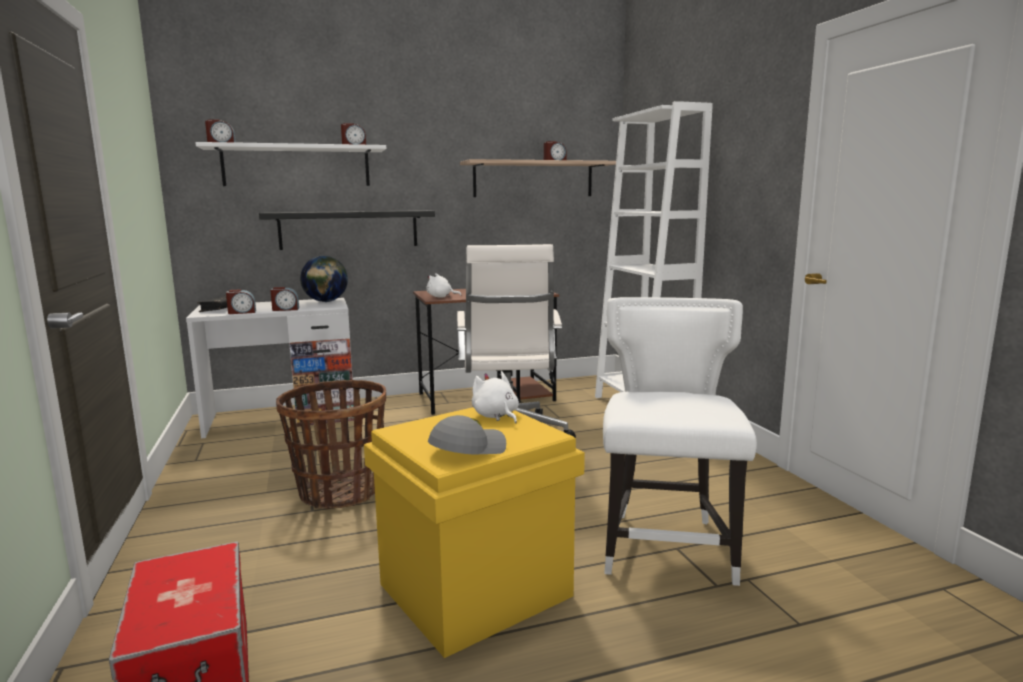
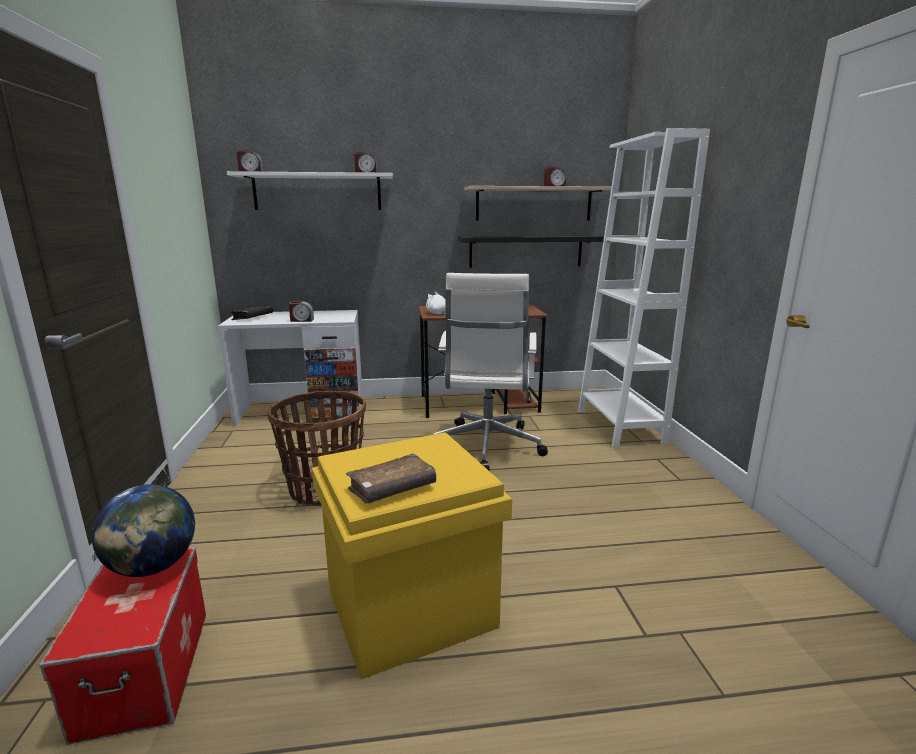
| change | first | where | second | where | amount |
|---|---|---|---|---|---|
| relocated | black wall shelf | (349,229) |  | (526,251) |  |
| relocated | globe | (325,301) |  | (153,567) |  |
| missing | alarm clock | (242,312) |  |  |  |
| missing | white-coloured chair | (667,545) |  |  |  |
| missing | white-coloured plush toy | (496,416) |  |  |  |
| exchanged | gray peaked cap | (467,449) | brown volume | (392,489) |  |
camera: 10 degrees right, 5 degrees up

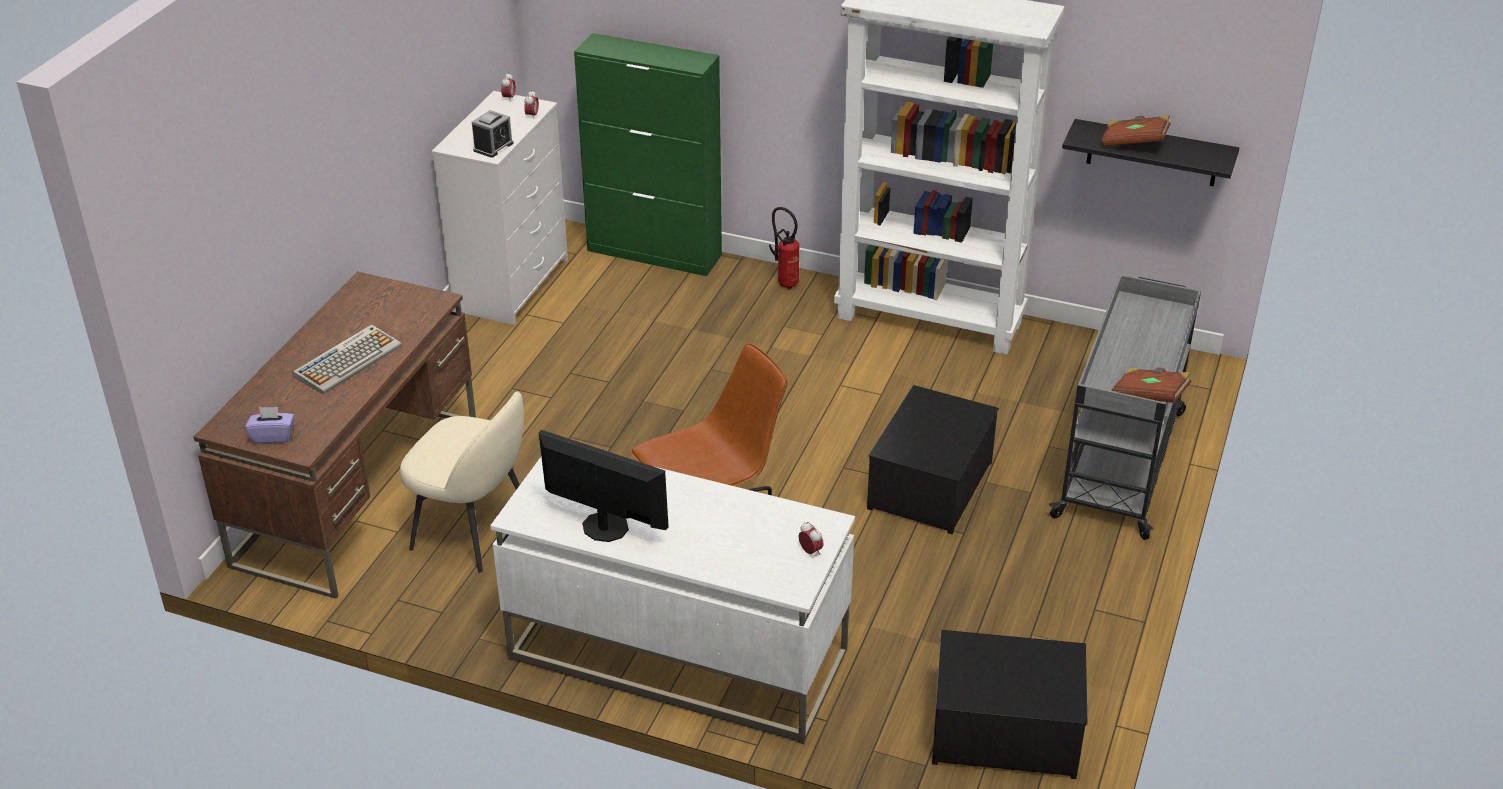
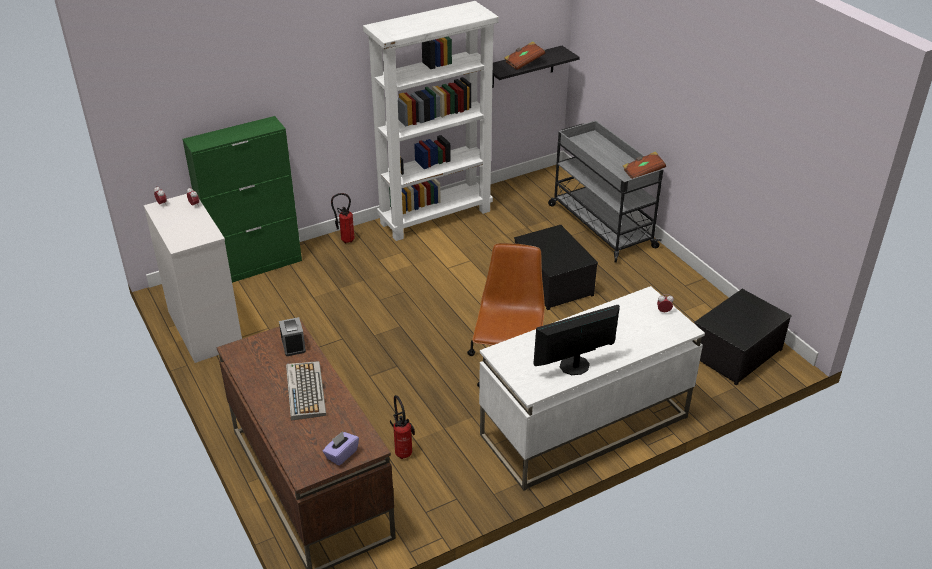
| change | first | where | second | where | amount |
|---|---|---|---|---|---|
| relocated | alarm clock | (493,147) |  | (293,345) |  |
| exchanged | beige-coloured chair | (474,531) | fire-fighting cylinder | (403,452) |  |
camera: 50 degrees left, 0 degrees up

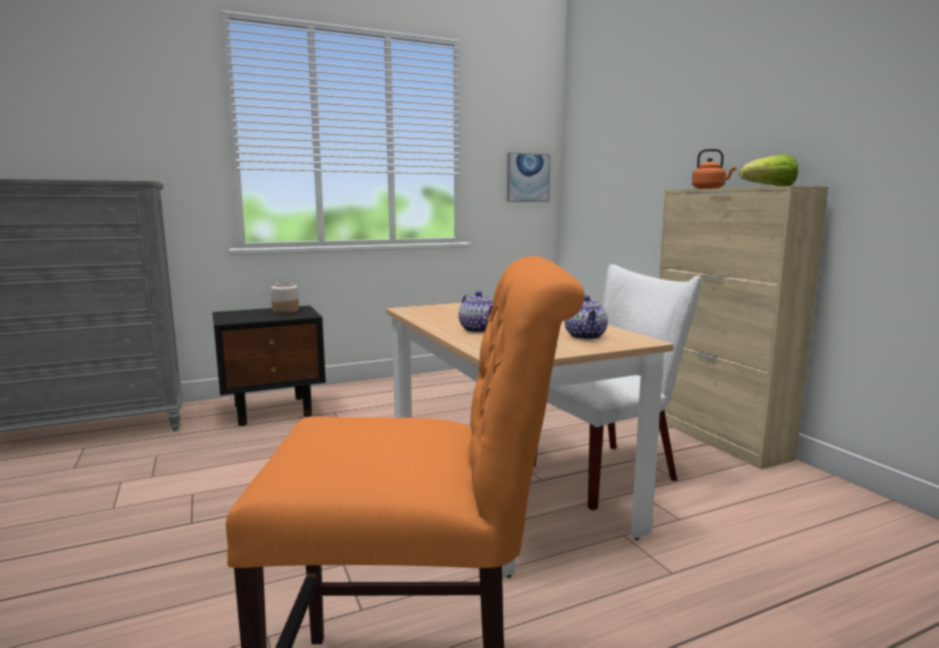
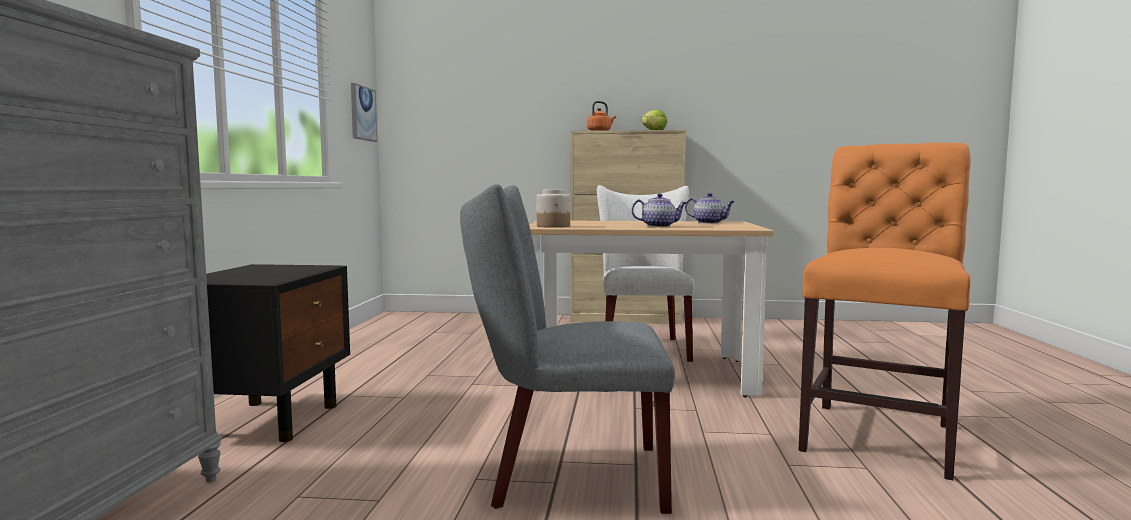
| change | first | where | second | where | amount |
|---|---|---|---|---|---|
| relocated | storage jar | (285,310) |  | (553,226) |  |
| appeared |  |  | gray chair | (566,476) |  |
camera: 60 degrees left, 5 degrees down

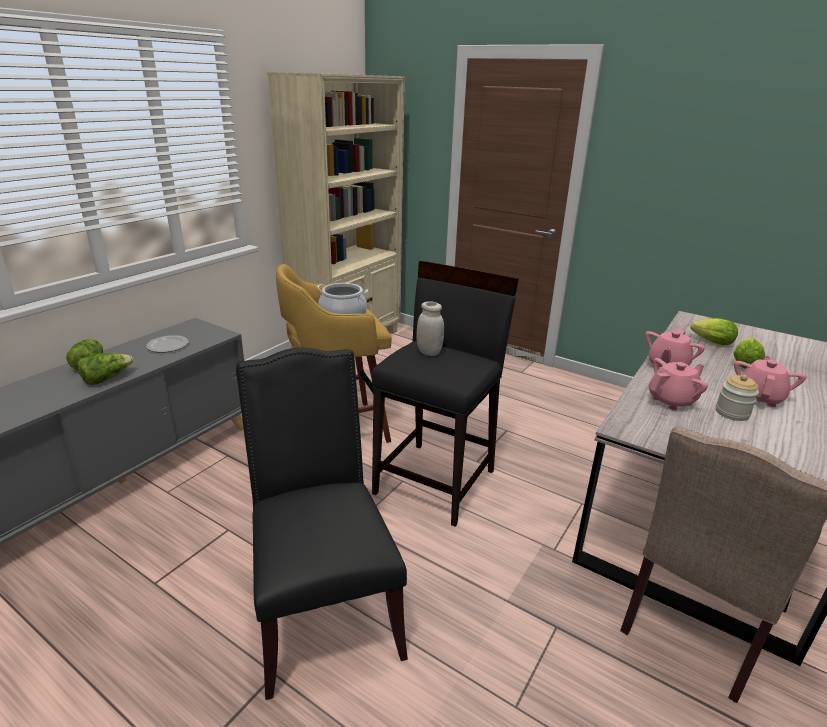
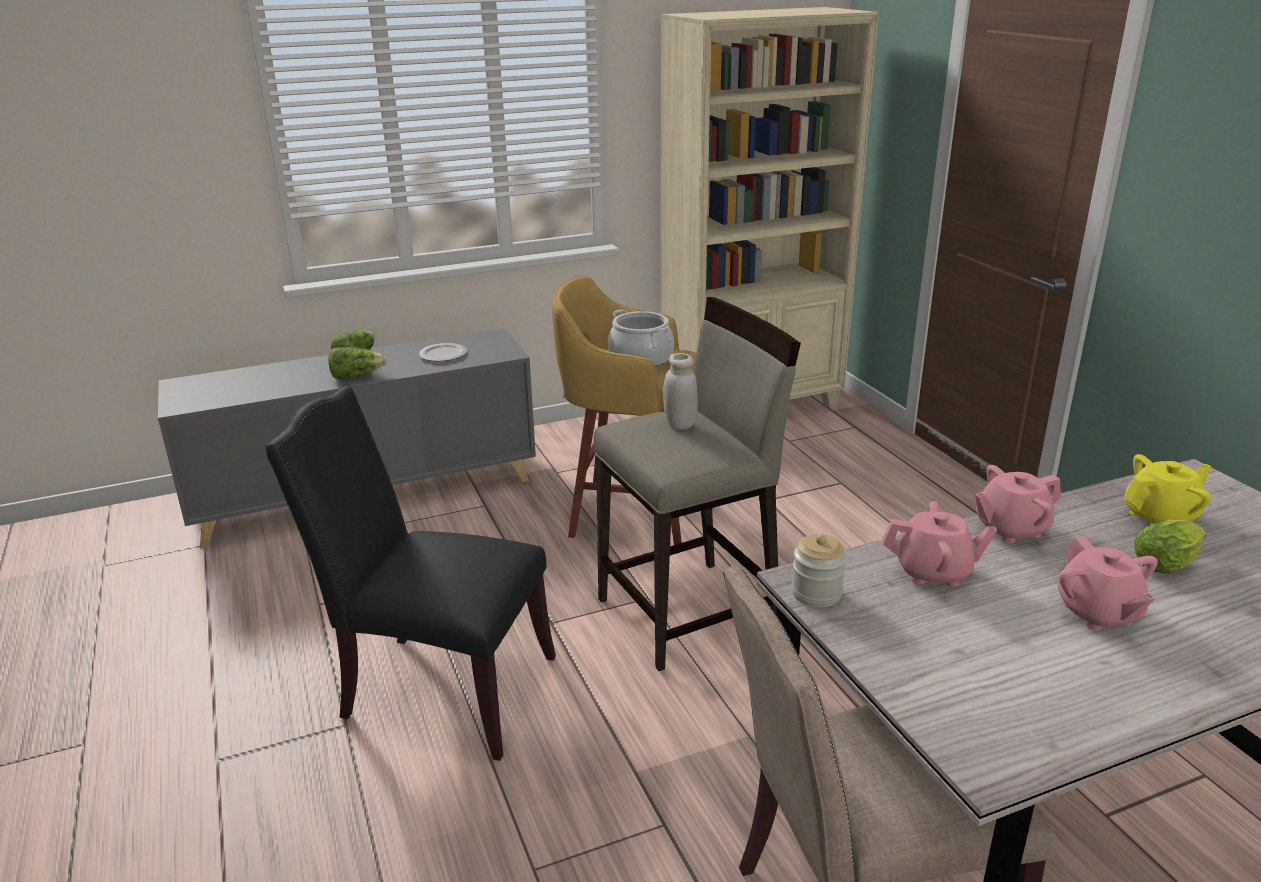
| change | first | where | second | where | amount |
|---|---|---|---|---|---|
| colour | black sitting stool | (436,481) | beige-coloured sitting stool | (689,613) |  |
| exchanged | lettuce | (709,342) | yellowish tea pot | (1160,517) |  |
| spun | black chair | (322,607) |  | (439,689) | 90 degrees counterclockwise |
| spun | pink tea pot | (759,397) |  | (1097,613) | 105 degrees clockwise |
| relocated | storage jar | (732,413) |  | (816,593) |  |
camera: 35 degrees right, 0 degrees up

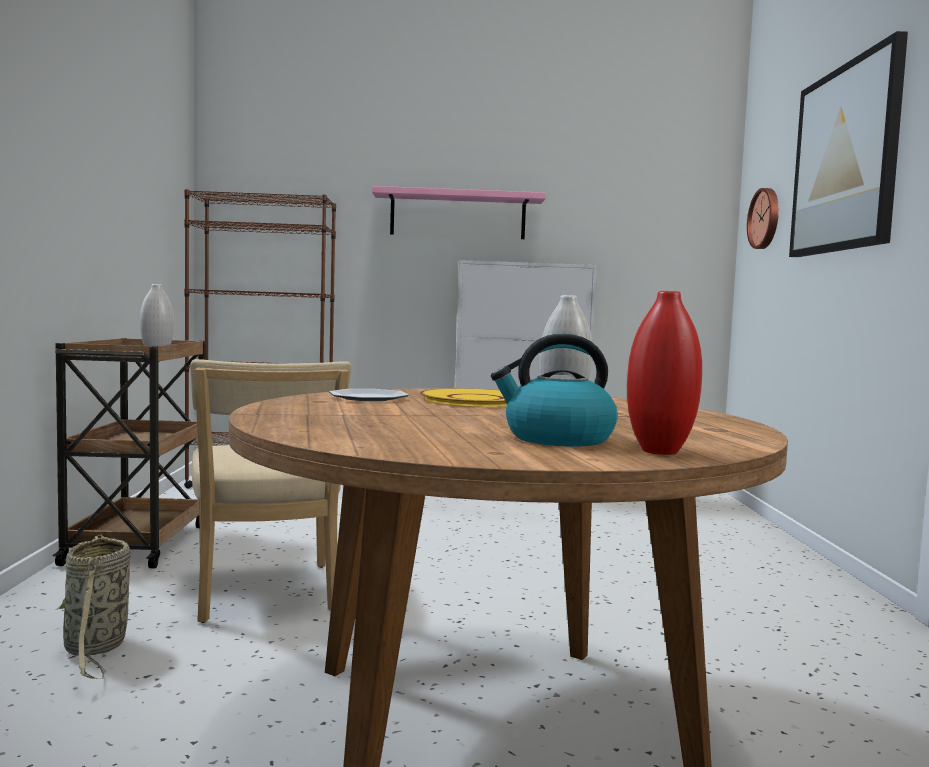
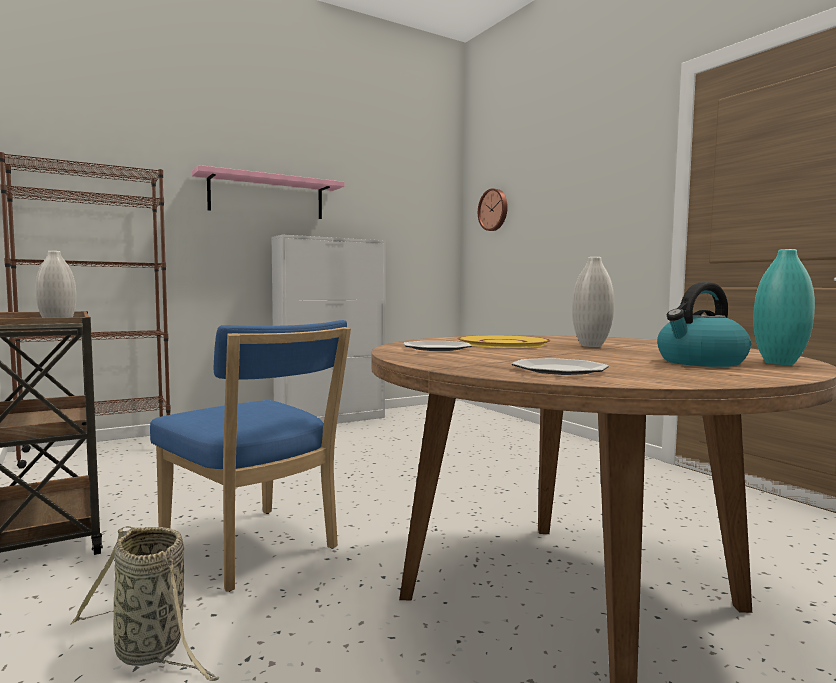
| change | first | where | second | where | amount |
|---|---|---|---|---|---|
| missing | picture | (845,159) |  |  |  |
| colour | red-coloured flower vase | (659,451) | turquoise-coloured flower vase | (779,363) |  |
| colour | beige-coloured chair | (266,595) | blue-coloured chair | (254,550) |  |
| appeared |  |  | flat dish | (560,370) |  |
camera: 30 degrees left, 0 degrees up

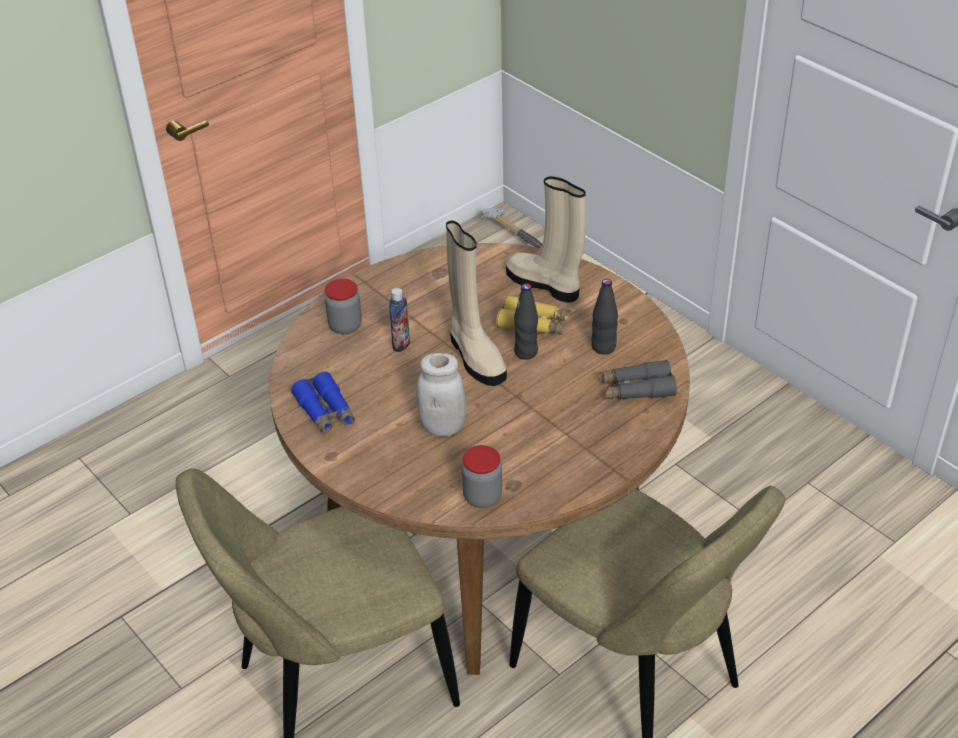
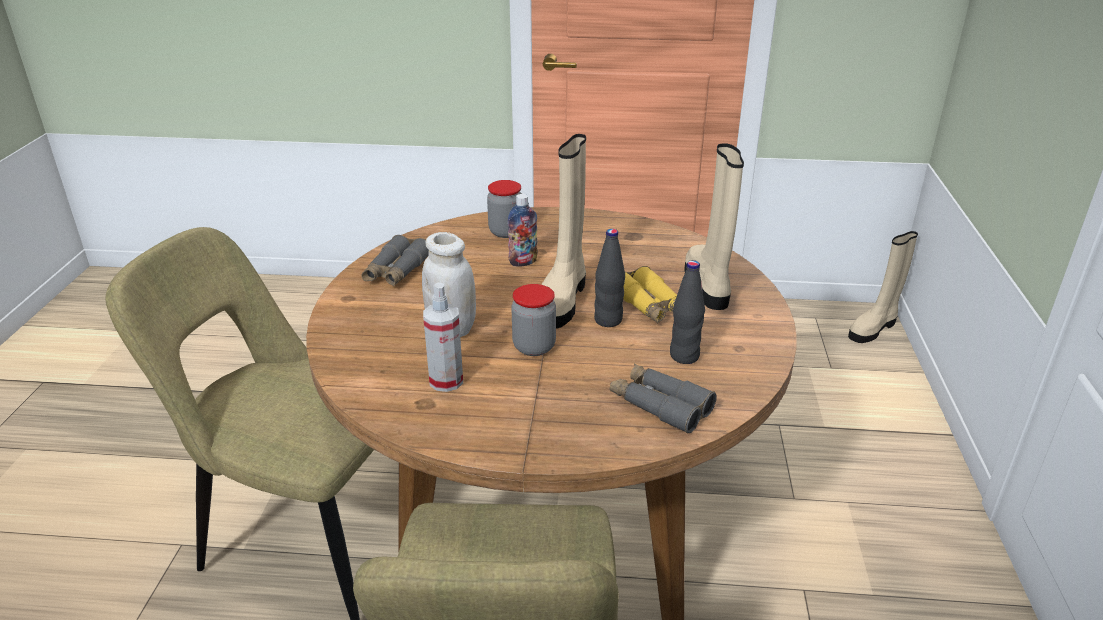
| change | first | where | second | where | amount |
|---|---|---|---|---|---|
| exchanged | hand hammer | (514,234) | beige-coloured high-top boot | (873,328) |  |
| colour | blue-coloured field glasses | (325,411) | gray field glasses | (396,271) |  |
| relocated | storage jar | (482,497) |  | (534,347) |  |
| appeared |  |  | spray bottle | (446,381) |  |
camera: 45 degrees right, 10 degrees down

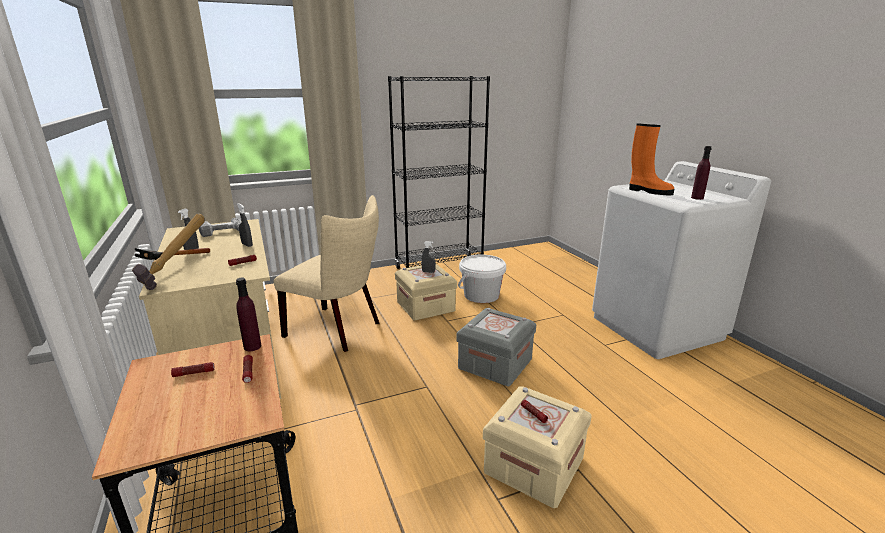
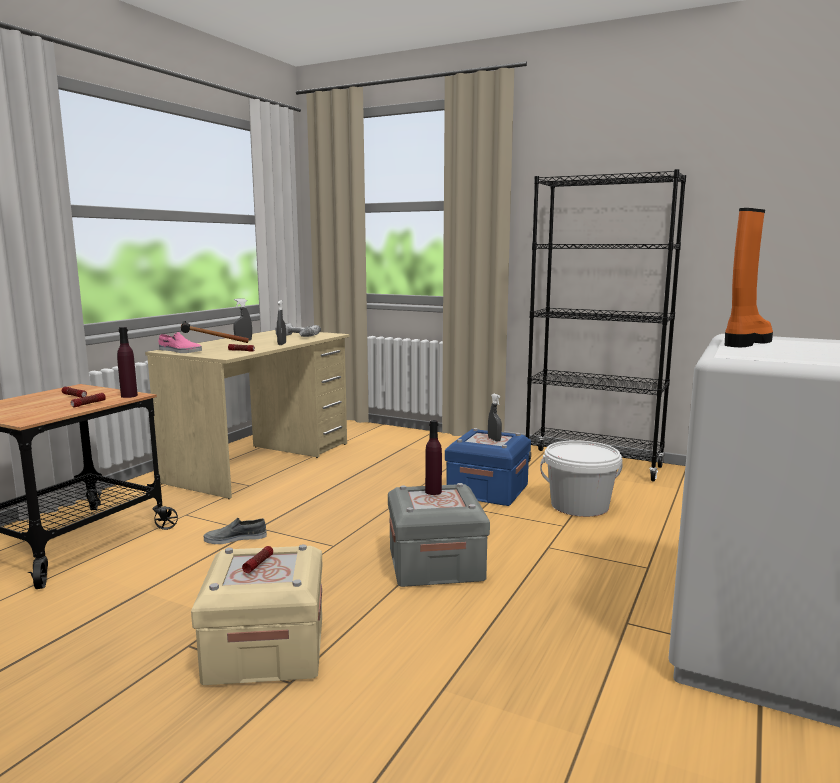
| change | first | where | second | where | amount |
|---|---|---|---|---|---|
| spun | orangey high-top boot | (648,191) |  | (746,342) | 135 degrees counterclockwise |
| relocated | purplish drink bottle | (697,198) |  | (433,492) |  |
| missing | beige-coloured chair | (338,330) |  |  |  |
| exchanged | hand hammer | (180,282) | pink shoe | (179,351) |  |
| colour | beige-coloured storage container | (425,307) | blue-coloured storage container | (487,490) |  |
| appeared |  |  | gray shoe | (235,538) |  |
camera: 50 degrees right, 10 degrees down

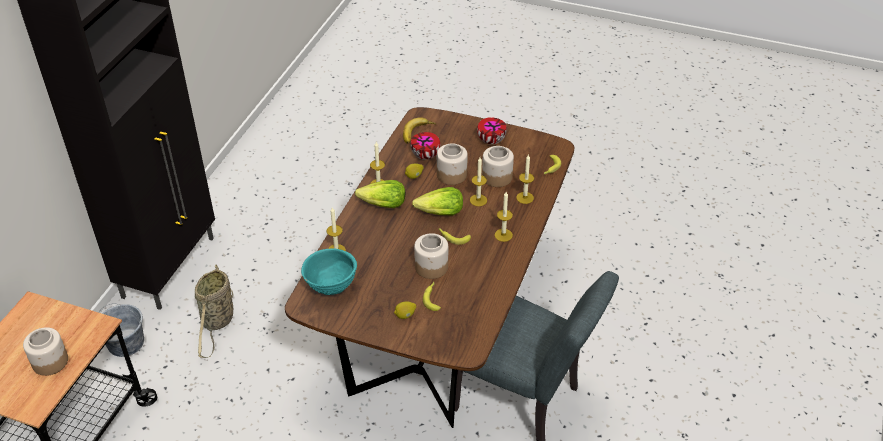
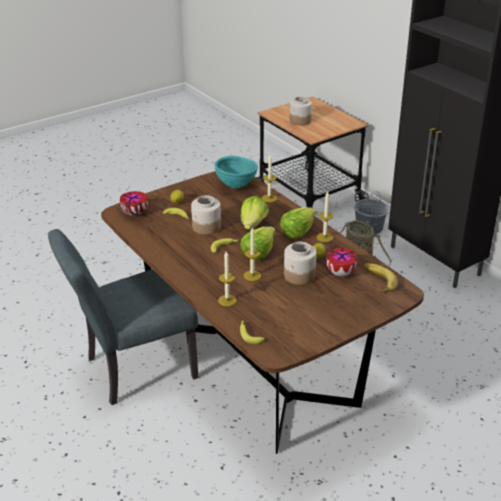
| change | first | where | second | where | amount |
|---|---|---|---|---|---|
| relocated | deep dish | (491,140) |  | (135,213) |  |
| missing | storage jar | (496,177) |  |  |  |
| missing | candle | (503,235) |  |  |  |
| appeared |  |  | lettuce | (253,224) |  |
camera: 125 degrees right, 10 degrees down

